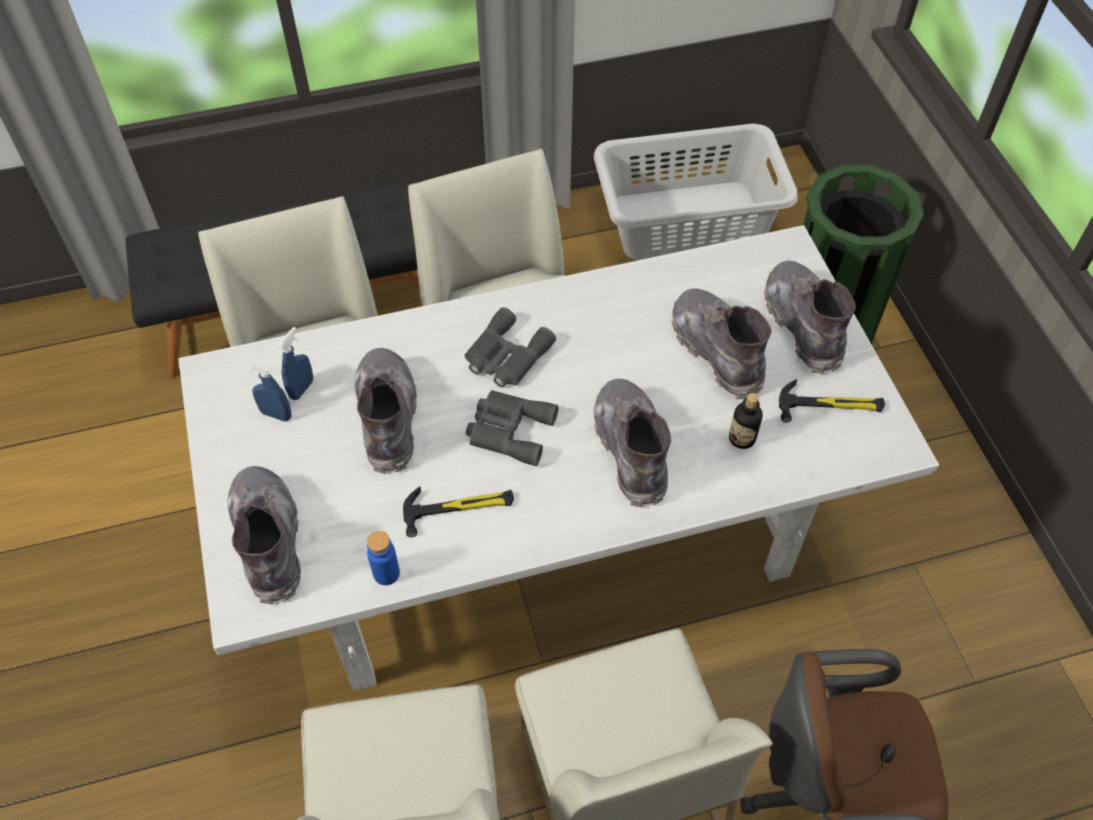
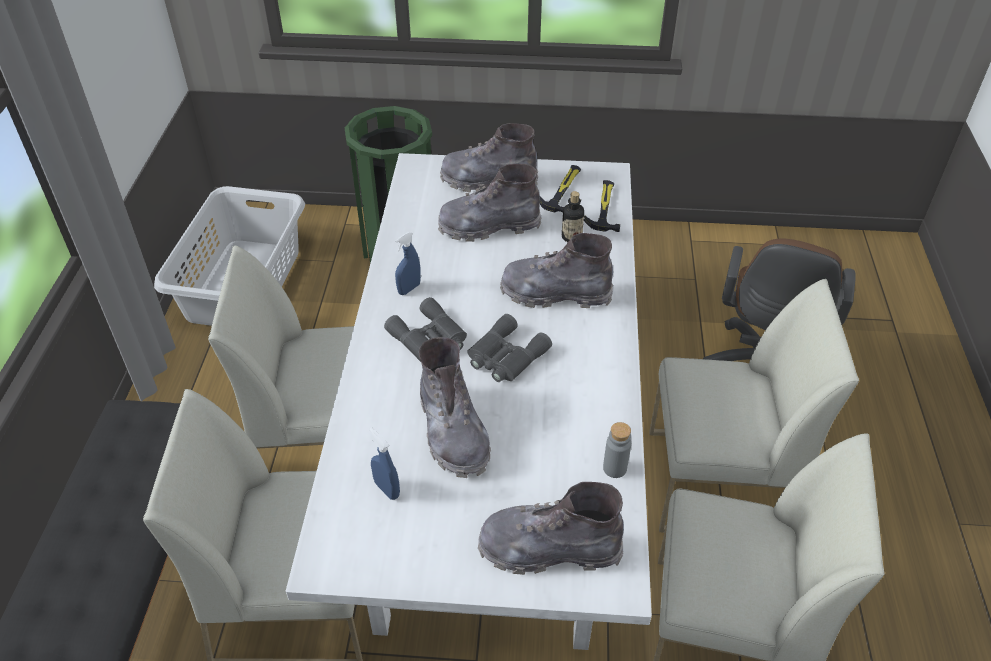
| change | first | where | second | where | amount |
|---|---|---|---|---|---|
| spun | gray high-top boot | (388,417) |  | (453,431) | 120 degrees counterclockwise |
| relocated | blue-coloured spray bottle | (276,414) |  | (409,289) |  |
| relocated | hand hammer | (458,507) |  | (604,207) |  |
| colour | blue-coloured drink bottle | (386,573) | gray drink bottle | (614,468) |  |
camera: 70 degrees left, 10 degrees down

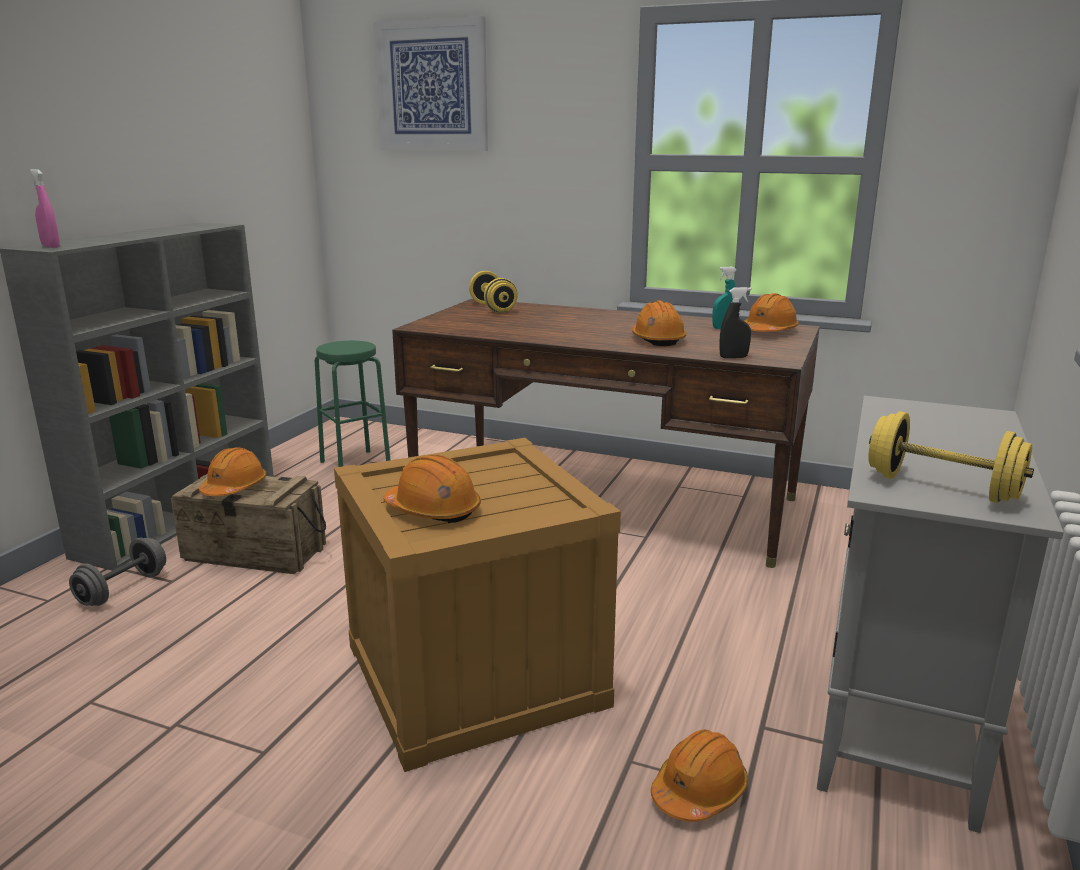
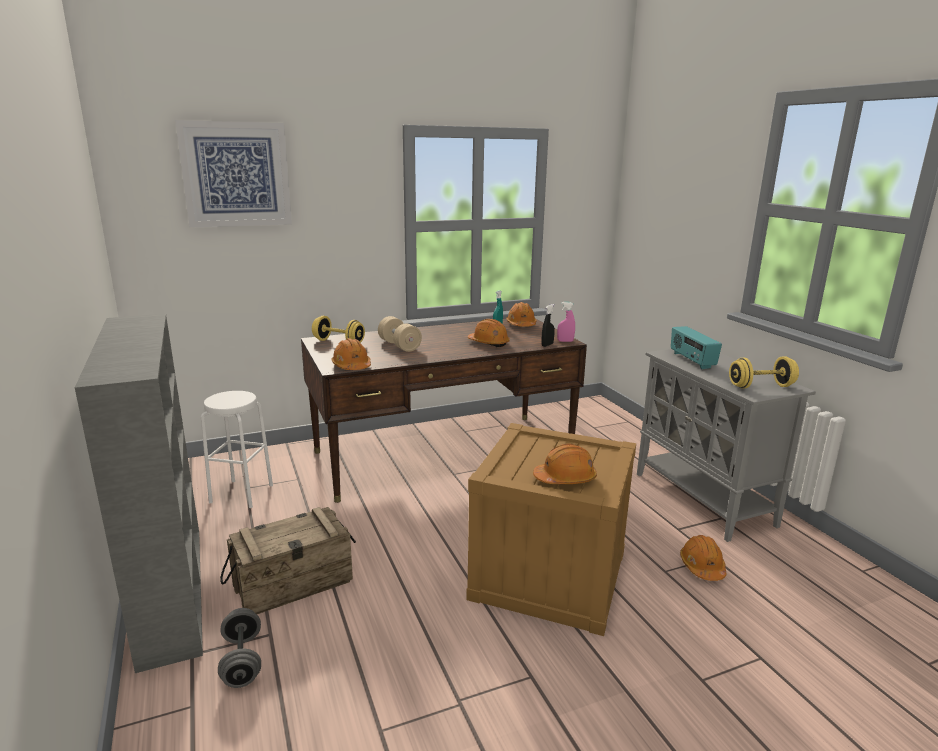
| change | first | where | second | where | amount |
|---|---|---|---|---|---|
| relocated | pink spray bottle | (51,246) |  | (565,341) |  |
| colour | green-coloured sitting stool | (355,464) | white-coloured sitting stool | (241,493) |  |
| relocated | orangey hard hat | (234,488) |  | (351,366) |  |
| appeared |  |  | beige-coloured dumbbell | (399,345) |  |
| appeared |  |  | radio | (691,361) |  |
camera: 45 degrees left, 0 degrees up

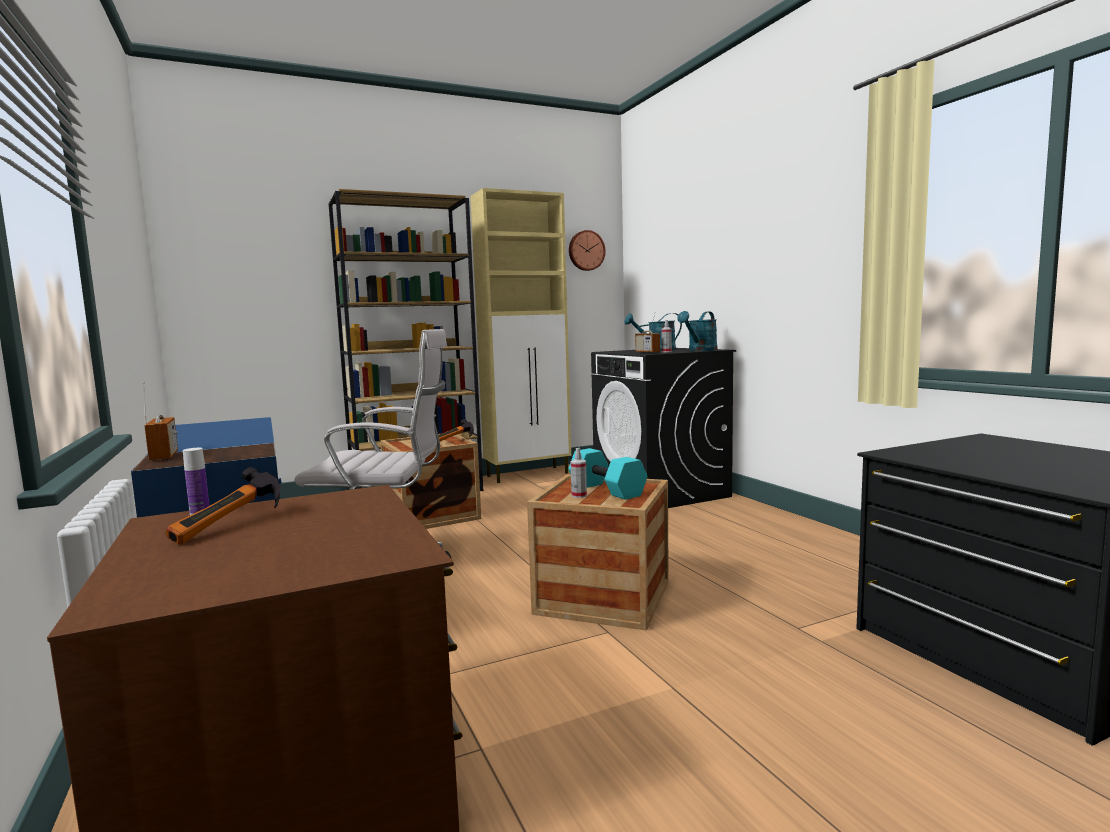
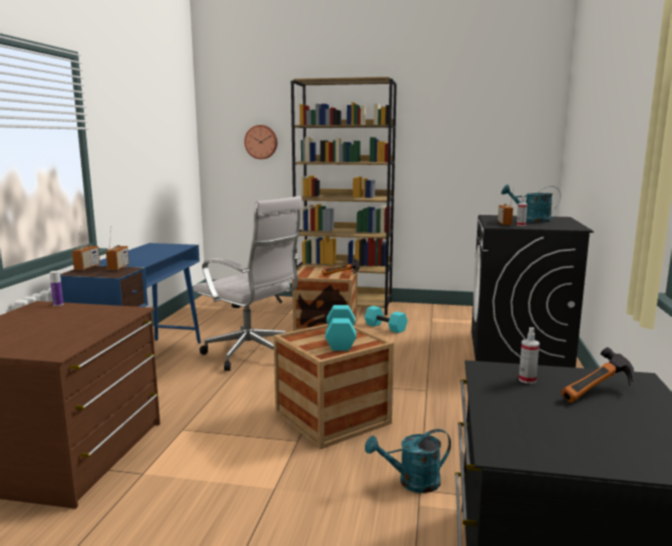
| change | first | where | second | where | amount |
|---|---|---|---|---|---|
| missing | beige-coloured cabinet | (529,474) |  |  |  |
| relocated | hanging clock | (586,250) |  | (261,142) |  |
| relocated | turquoise-coloured watering can | (700,350) |  | (412,482) |  |
| relocated | spray bottle | (579,496) |  | (527,380) |  |
| relocated | hand hammer | (233,527) |  | (599,394) |  |
| appeared |  |  | radio | (118,267) |  |
| appeared |  |  | turquoise-coloured dumbbell | (386,327) |  |
camera: 35 degrees right, 5 degrees up

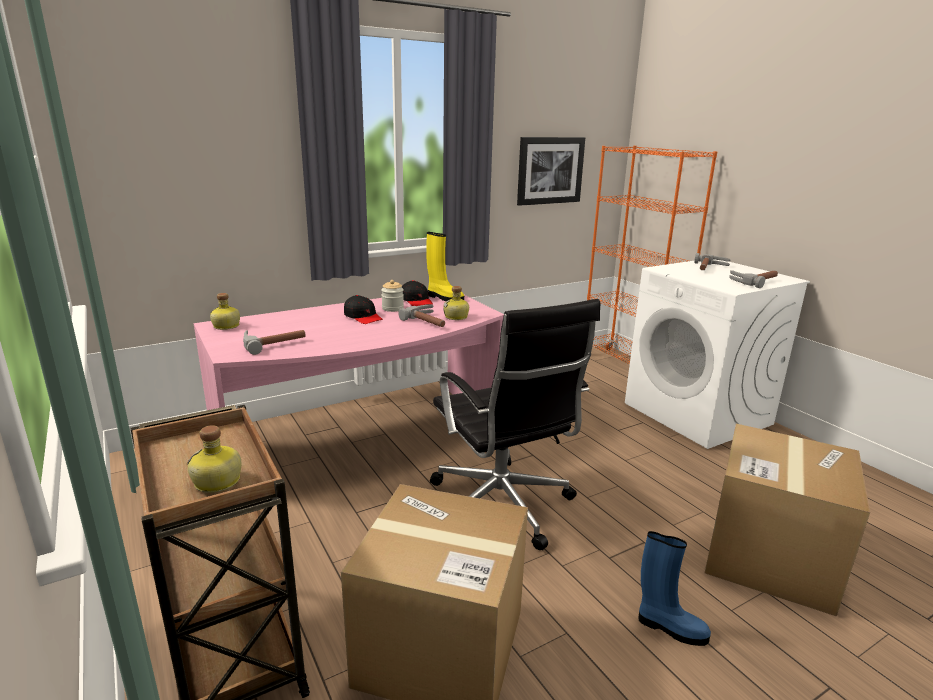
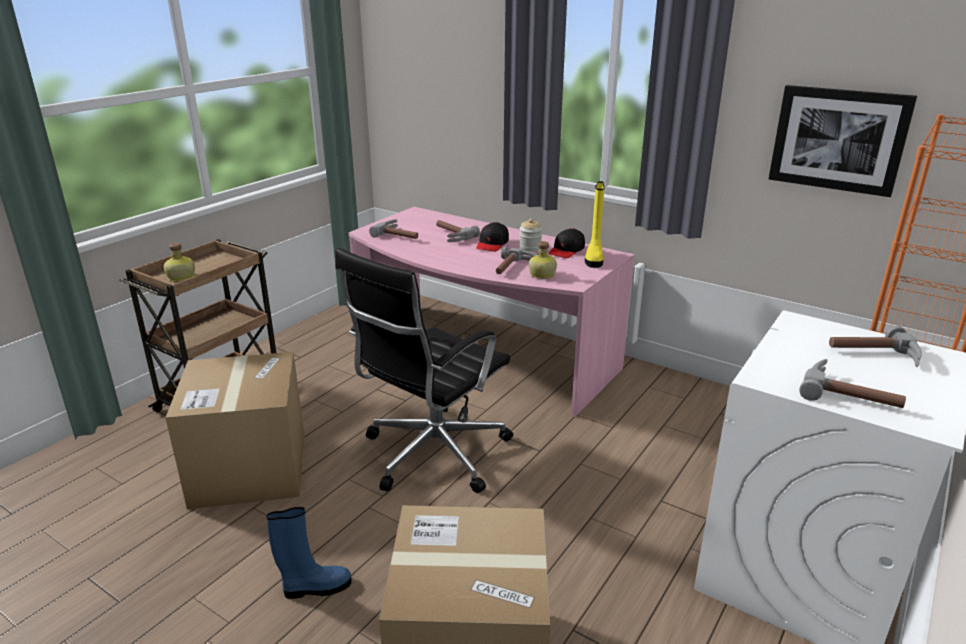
| change | first | where | second | where | amount |
|---|---|---|---|---|---|
| missing | drink bottle | (226,326) |  |  |  |
| spun | blue-coloured high-top boot | (670,628) |  | (315,588) | 105 degrees counterclockwise |
| appeared |  |  | hand hammer | (450,235) |  |
camera: 65 degrees right, 5 degrees up

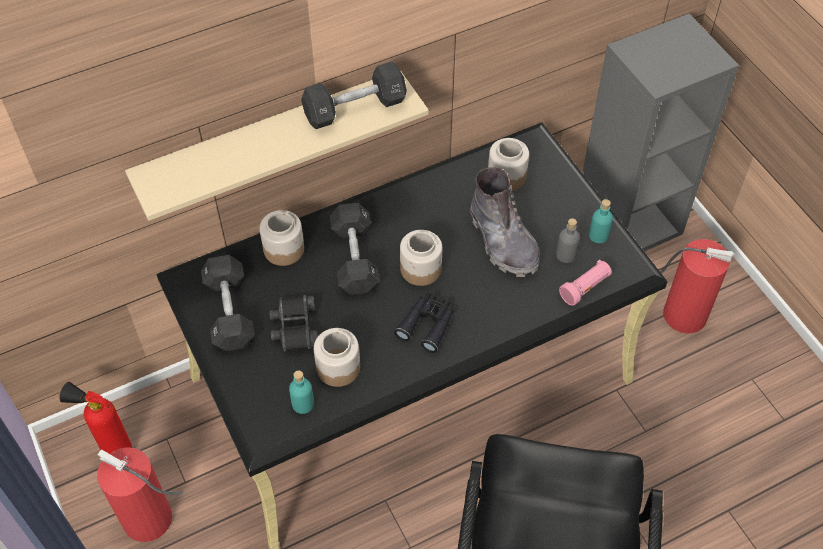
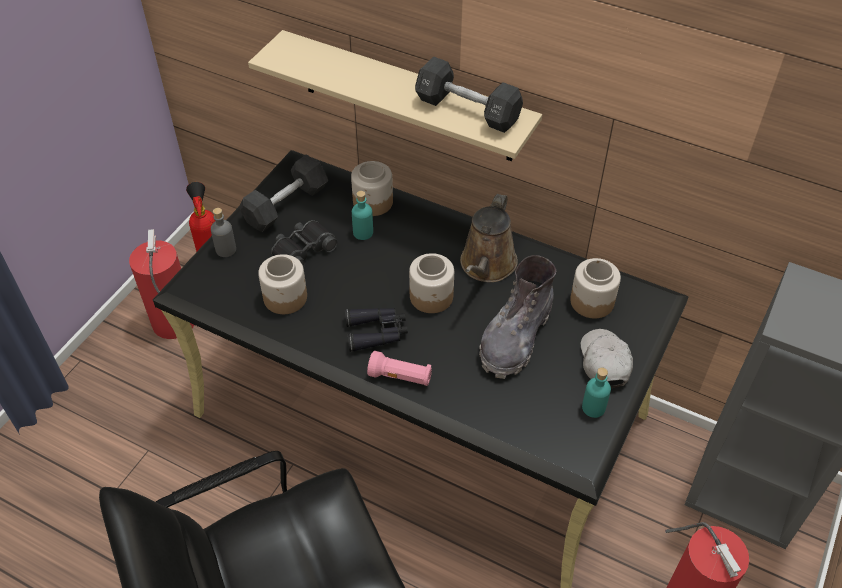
| change | first | where | second | where | amount |
|---|---|---|---|---|---|
| missing | black dumbbell | (354,258) |  |  |  |
| relocated | gray drink bottle | (565,255) |  | (226,249) |  |
| relocated | pink hand torch | (585,288) |  | (400,377) |  |
| relocated | turquoise-coloured drink bottle | (303,404) |  | (363,232) |  |
| appeared |  |  | brown watering can | (487,266) |  |
| appeared |  |  | white-coloured peaked cap | (604,362) |  |
camera: 55 degrees right, 5 degrees down

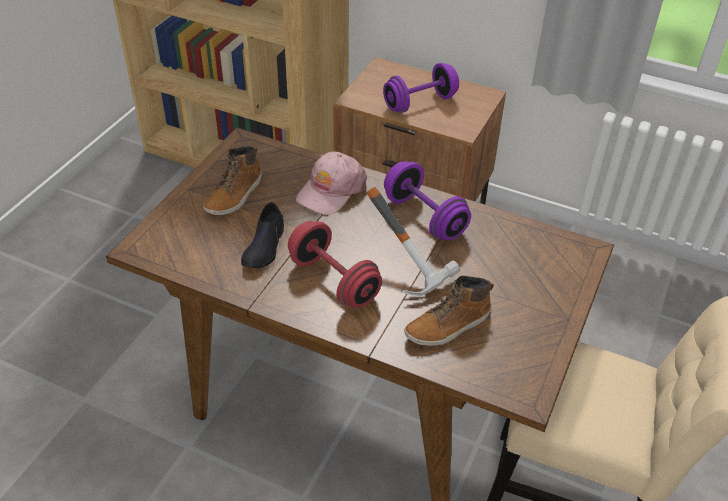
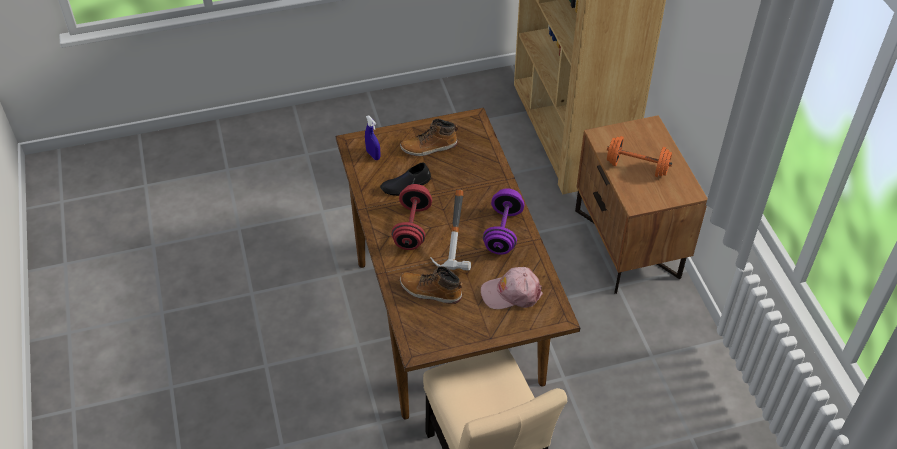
| change | first | where | second | where | amount |
|---|---|---|---|---|---|
| colour | purplish dumbbell | (420,103) | orangey dumbbell | (637,167) |  |
| relocated | pink peaked cap | (331,190) |  | (511,293) |  |
| appeared |  |  | blue-coloured spray bottle | (373,155) |  |
camera: 50 degrees right, 5 degrees up

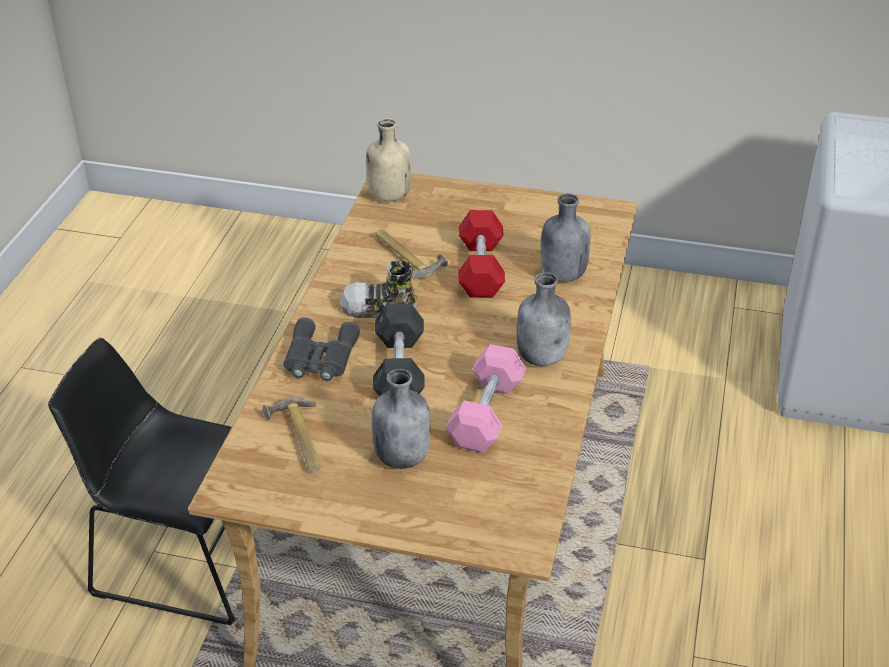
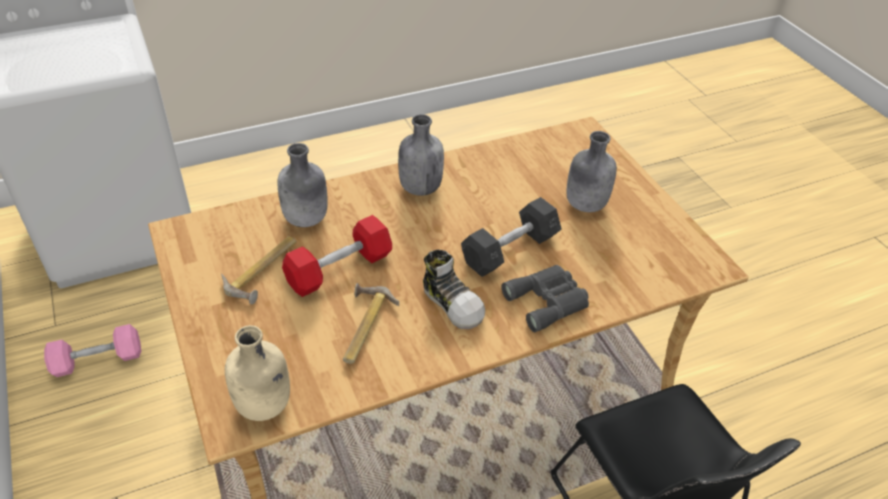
| change | first | where | second | where | amount |
|---|---|---|---|---|---|
| relocated | pink dumbbell | (486,413) |  | (98,360) |  |
| relocated | hand hammer | (297,439) |  | (264,272) |  |
camera: 130 degrees left, 5 degrees up

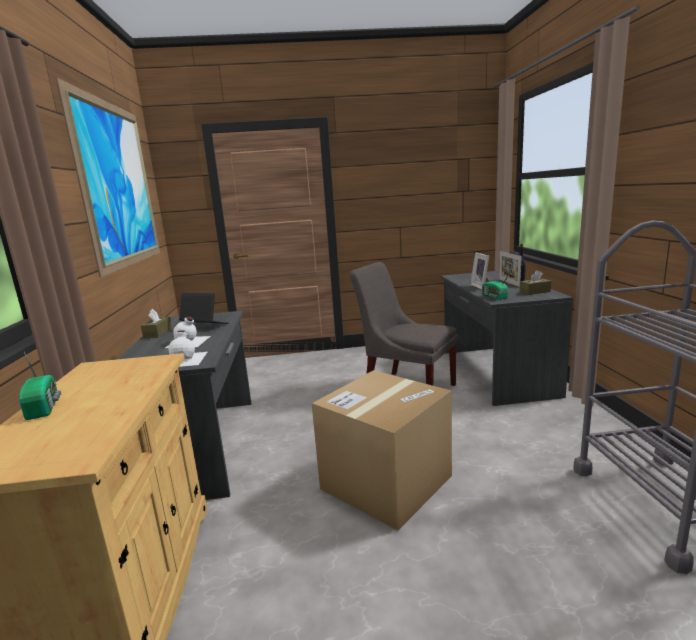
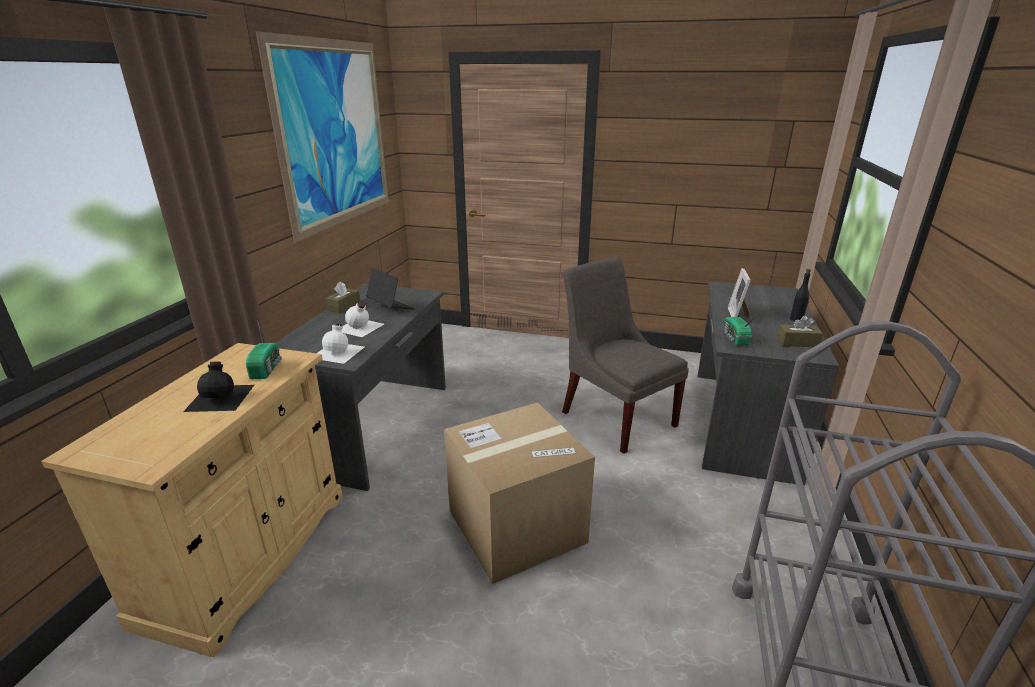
| change | first | where | second | where | amount |
|---|---|---|---|---|---|
| missing | picture frame | (509,282) |  |  |  |
| relocated | radio | (45,407) |  | (267,368) |  |
| appeared |  |  | black drink bottle | (221,397) |  |
camera: 20 degrees right, 10 degrees up

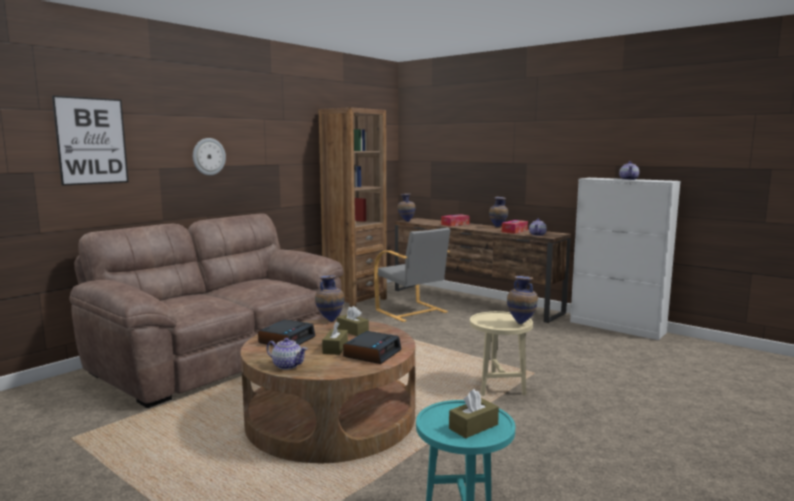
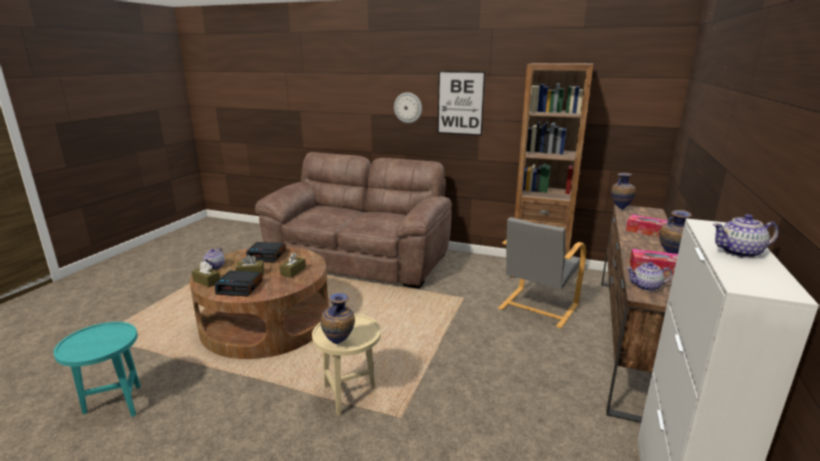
| change | first | where | second | where | amount |
|---|---|---|---|---|---|
| relocated | picture | (91,141) |  | (460,103) |  |
| missing | flower vase | (330,320) |  |  |  |
| relocated | brown tissue holder | (473,426) |  | (206,281) |  |
camera: 70 degrees right, 10 degrees up

